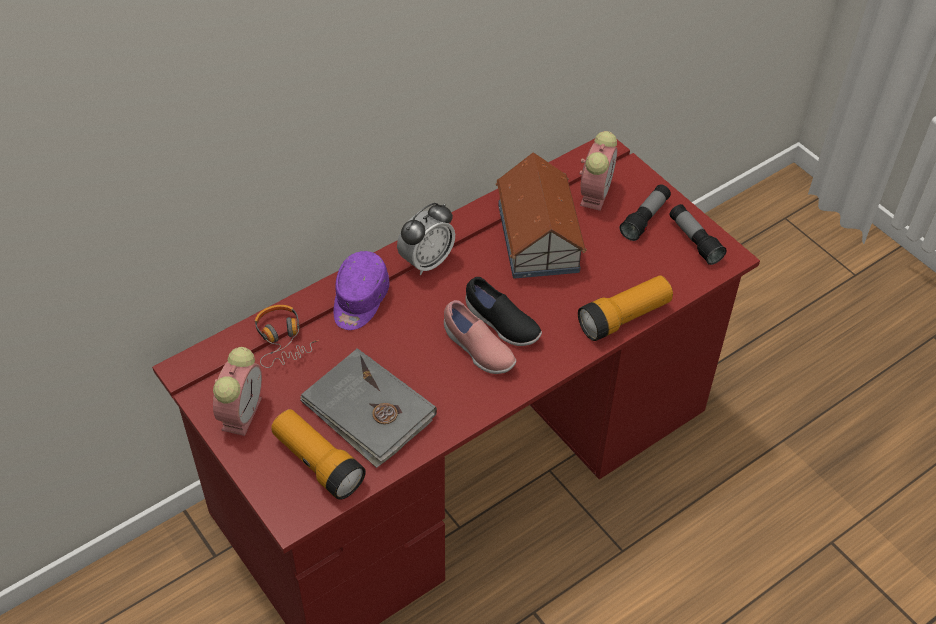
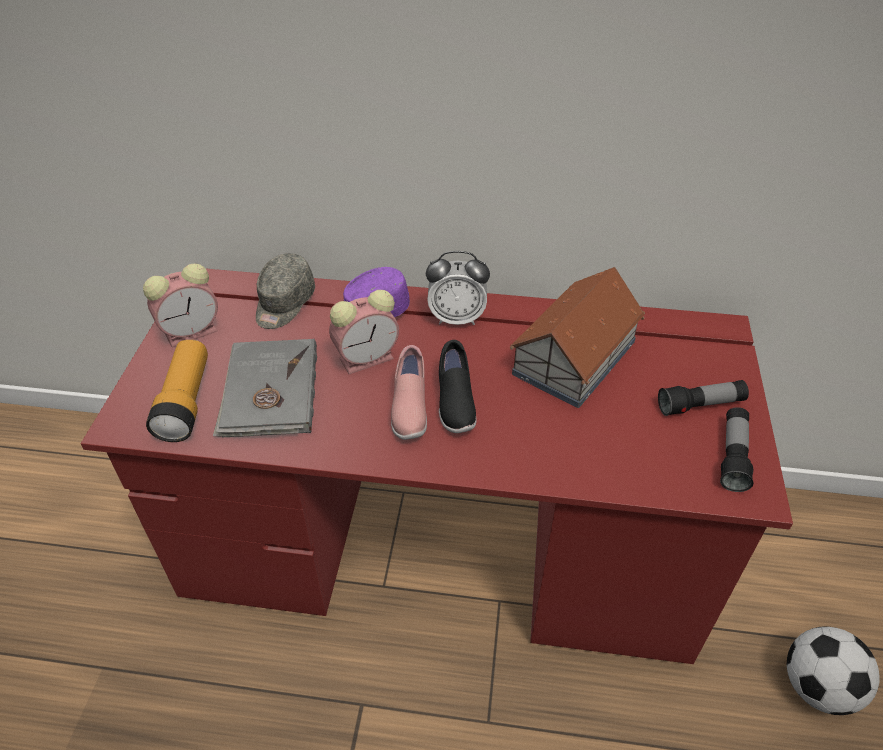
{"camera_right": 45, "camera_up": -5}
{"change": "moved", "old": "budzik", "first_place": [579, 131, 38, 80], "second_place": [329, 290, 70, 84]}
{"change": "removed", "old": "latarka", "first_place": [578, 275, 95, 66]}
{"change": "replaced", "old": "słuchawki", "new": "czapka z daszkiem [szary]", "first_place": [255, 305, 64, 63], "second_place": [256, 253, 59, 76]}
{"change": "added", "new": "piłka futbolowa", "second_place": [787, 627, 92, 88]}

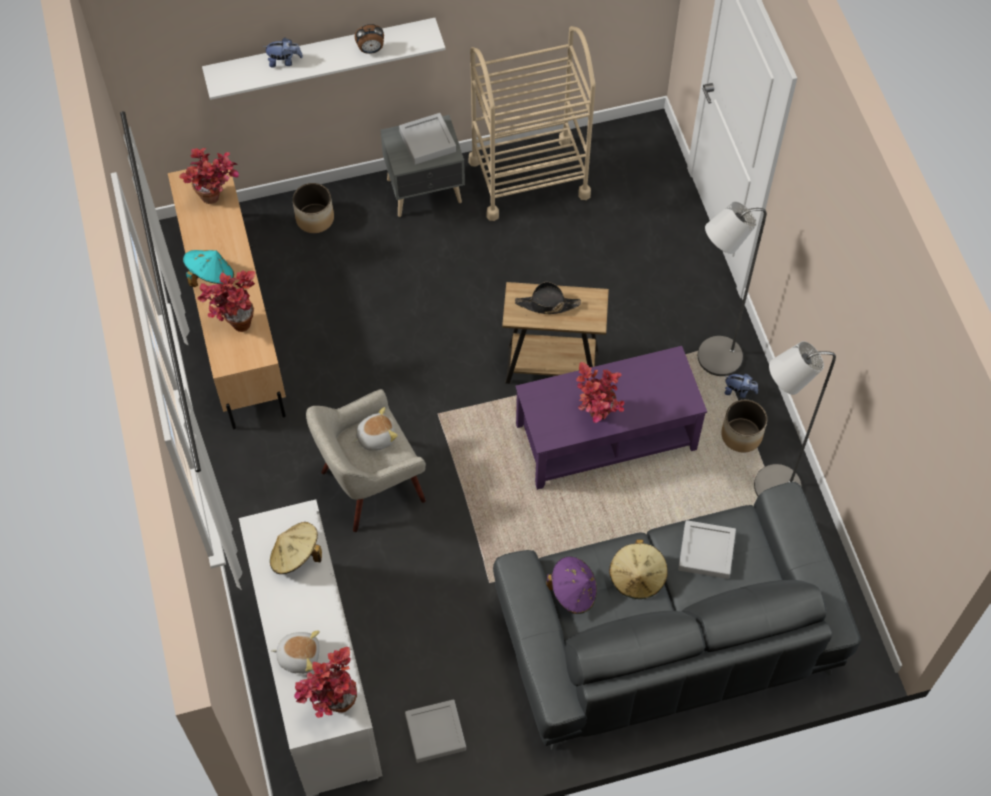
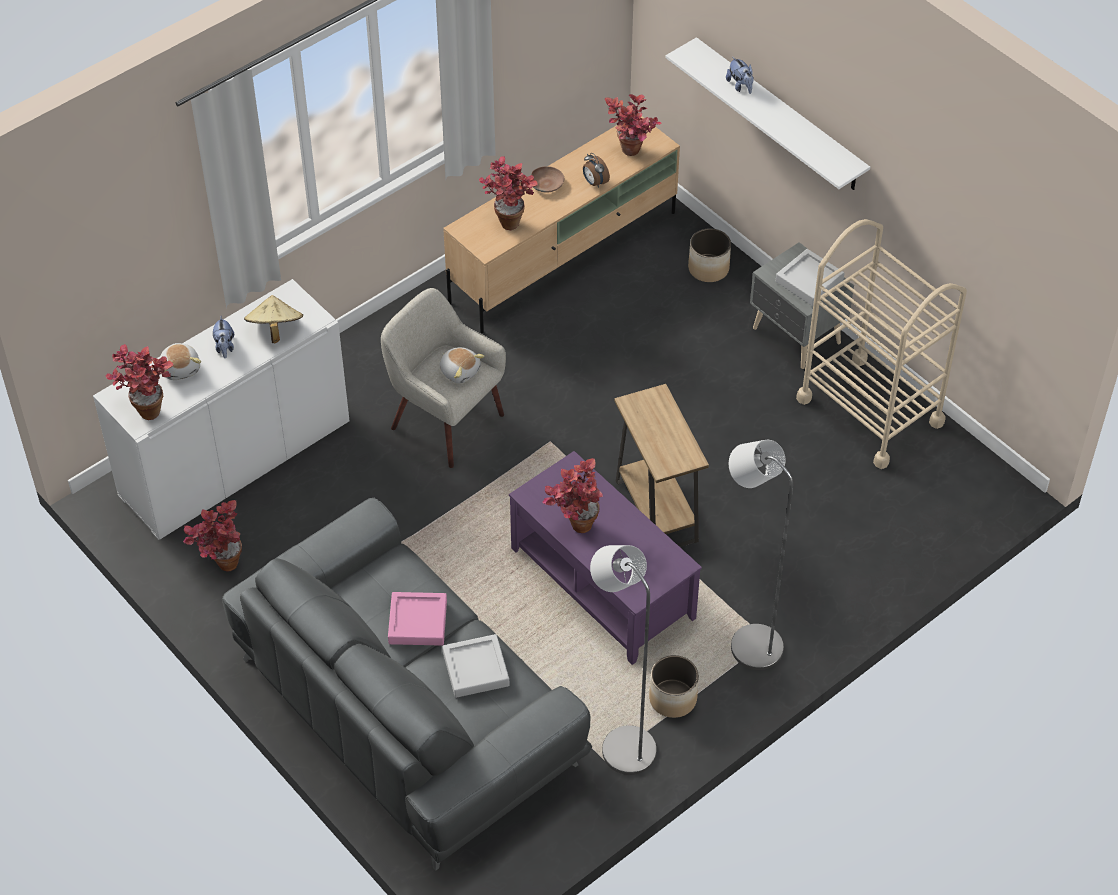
{"camera_right": 65, "camera_up": -10}
{"change": "moved", "old": "budzik", "first_place": [355, 24, 29, 30], "second_place": [583, 153, 27, 35]}
{"change": "replaced", "old": "kapelusz [turkusowy]", "new": "miska [brązowy]", "first_place": [183, 250, 51, 37], "second_place": [532, 166, 32, 27]}
{"change": "removed", "old": "kapelusz [czarny]", "first_place": [515, 282, 66, 32]}
{"change": "moved", "old": "pluszak", "first_place": [725, 374, 33, 24], "second_place": [213, 316, 21, 42]}
{"change": "replaced", "old": "kapelusz [beżowy]", "new": "taca [różowy]", "first_place": [609, 539, 59, 60], "second_place": [388, 592, 59, 54]}
{"change": "removed", "old": "kapelusz [fioletowy]", "first_place": [546, 557, 51, 57]}
{"change": "replaced", "old": "taca [szary]", "new": "roślina doniczkowa", "first_place": [405, 699, 61, 64], "second_place": [183, 500, 59, 71]}

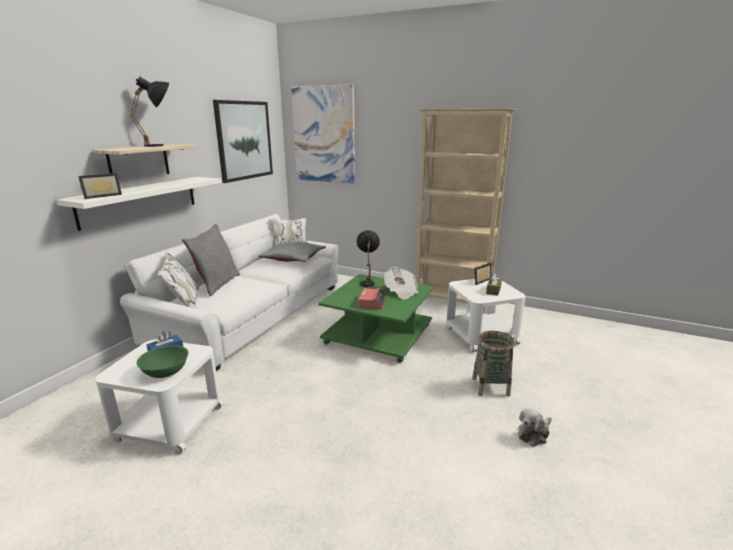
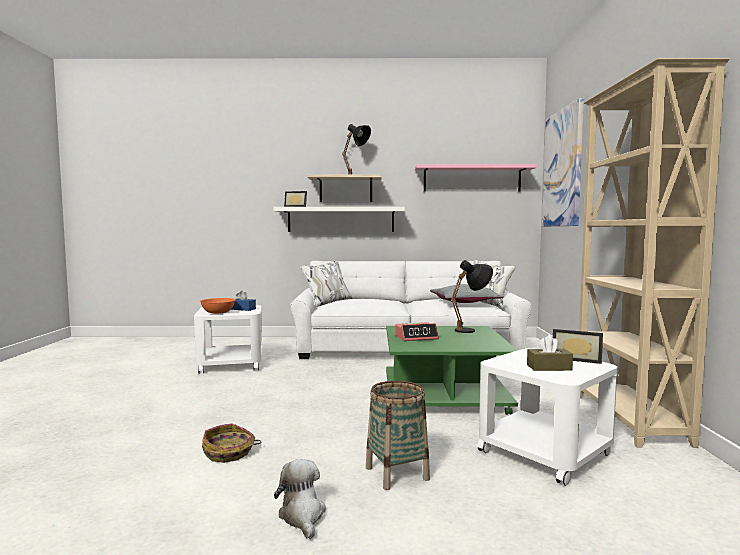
{"camera_right": 65, "camera_up": -15}
{"change": "replaced", "old": "obraz", "new": "półka [różowy]", "first_place": [213, 100, 60, 83], "second_place": [415, 164, 122, 28]}
{"change": "removed", "old": "poduszka [szary]", "first_place": [182, 224, 58, 72]}
{"change": "removed", "old": "gazeta", "first_place": [384, 267, 35, 33]}
{"change": "recoloured", "old": "miska [zielony]", "new": "miska [pomarańczowy]", "first_place": [137, 345, 51, 33], "second_place": [200, 298, 36, 16]}
{"change": "turned", "old": "pluszak", "first_place": [518, 409, 34, 38], "second_place": [274, 459, 52, 80], "degrees": 45}
{"change": "added", "new": "koszyk", "second_place": [202, 423, 59, 40]}

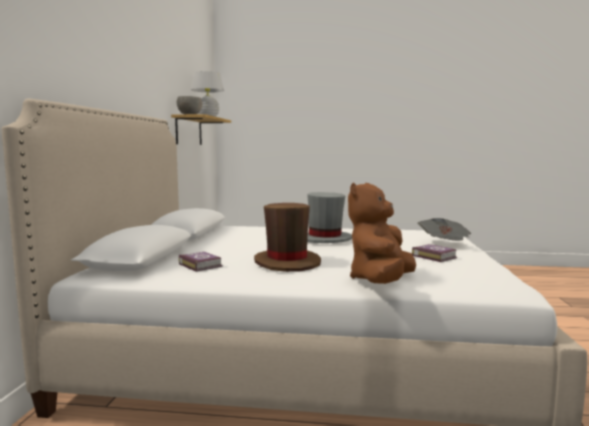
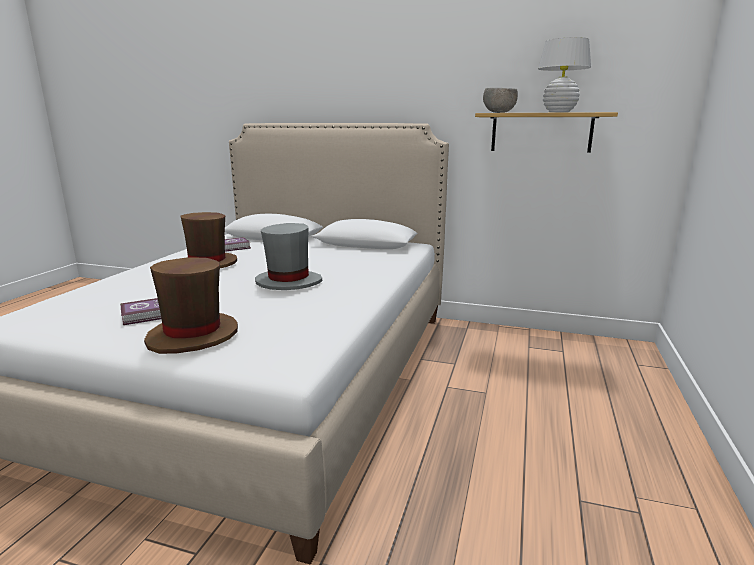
{"camera_right": 100, "camera_up": 10}
{"change": "removed", "old": "pluszak [brązowy]", "first_place": [348, 183, 68, 101]}
{"change": "replaced", "old": "gazeta", "new": "kapelusz [brązowy]", "first_place": [417, 218, 54, 23], "second_place": [144, 257, 94, 97]}

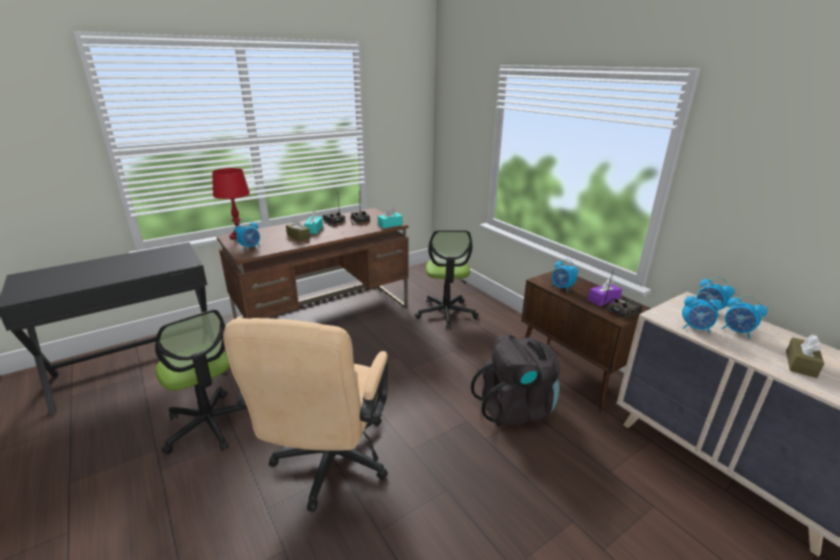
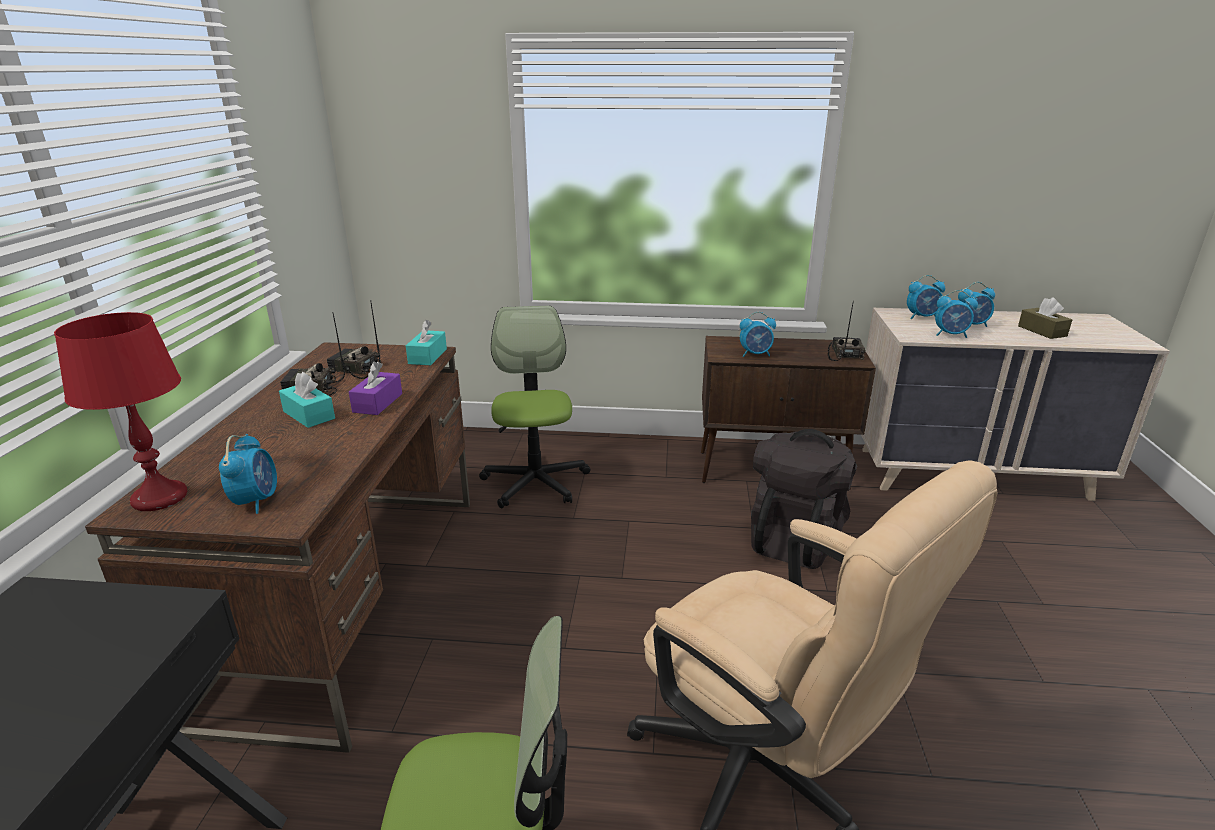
{"camera_right": -50, "camera_up": 0}
{"change": "removed", "old": "pudełko chusteczek [brązowy]", "first_place": [286, 217, 24, 24]}
{"change": "turned", "old": "krzesło biurowe", "first_place": [415, 230, 64, 99], "second_place": [479, 305, 111, 203], "degrees": -135}
{"change": "moved", "old": "pudełko chusteczek [fioletowy]", "first_place": [588, 278, 34, 28], "second_place": [349, 362, 53, 53]}
{"change": "turned", "old": "budzik", "first_place": [682, 292, 40, 41], "second_place": [935, 290, 43, 48], "degrees": 45}

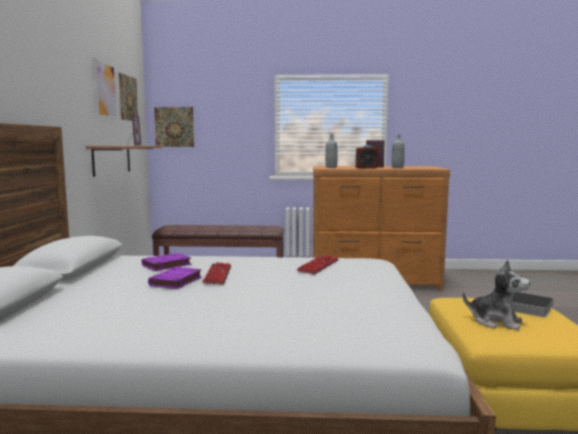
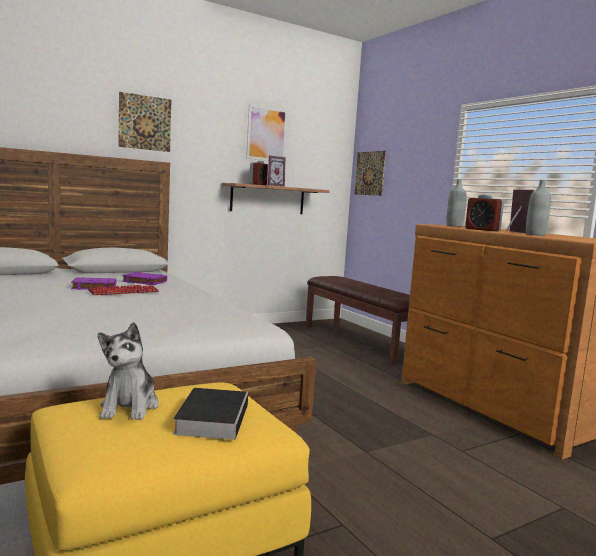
{"camera_right": 55, "camera_up": 0}
{"change": "moved", "old": "obraz", "first_place": [119, 73, 19, 48], "second_place": [118, 92, 53, 60]}
{"change": "removed", "old": "klawiatura", "first_place": [297, 255, 42, 20]}
{"change": "added", "new": "budzik", "second_place": [249, 161, 19, 24]}

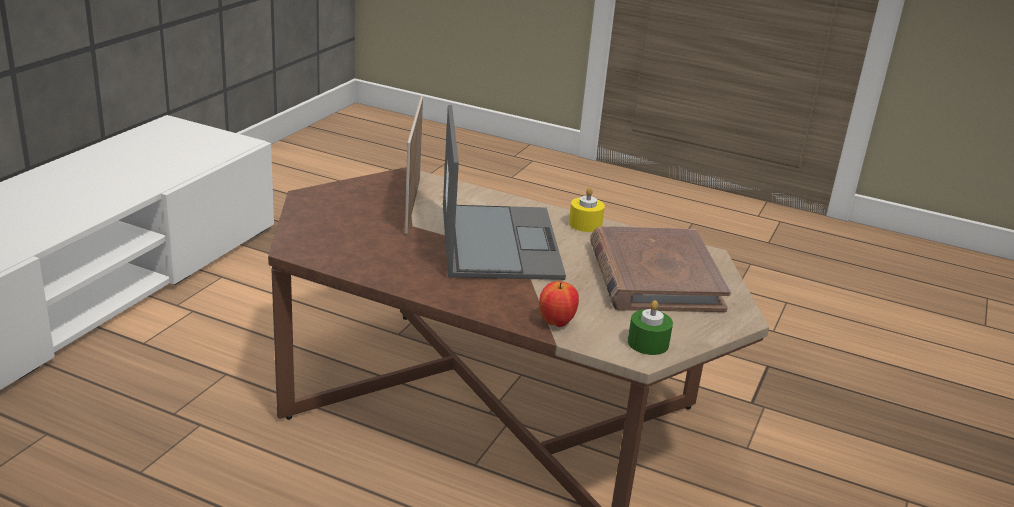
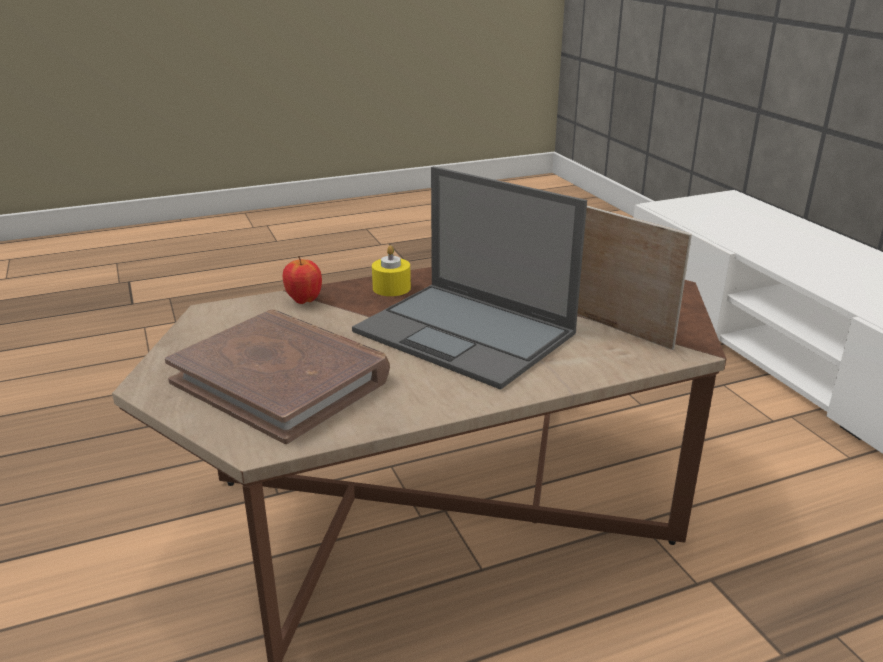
{"camera_right": 135, "camera_up": 0}
{"change": "moved", "old": "świeca [żółty]", "first_place": [569, 187, 36, 45], "second_place": [372, 245, 39, 51]}
{"change": "removed", "old": "świeca [zielony]", "first_place": [628, 300, 45, 55]}

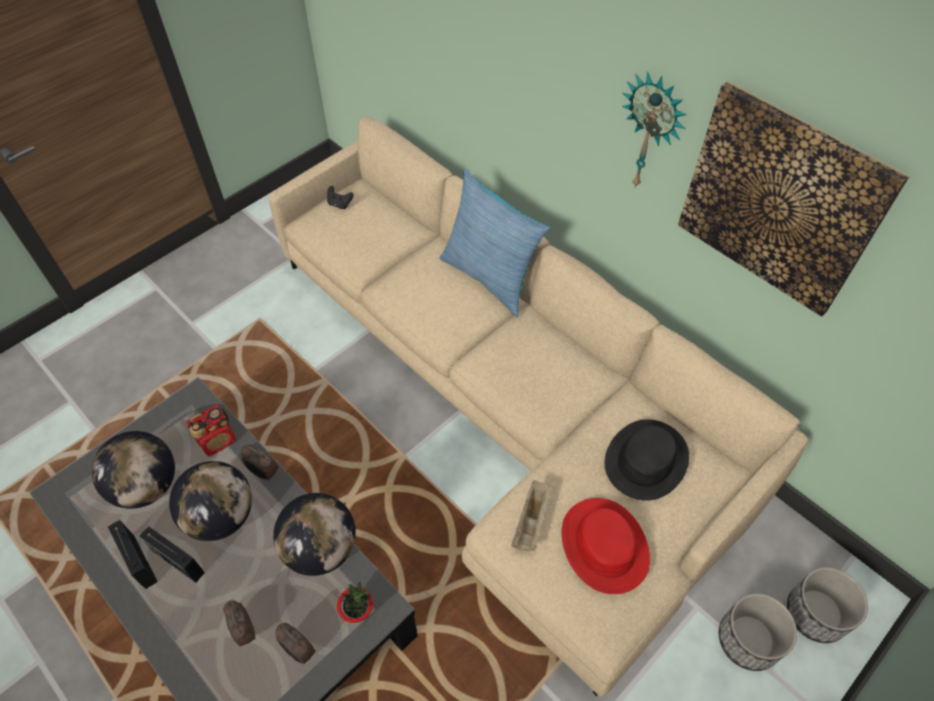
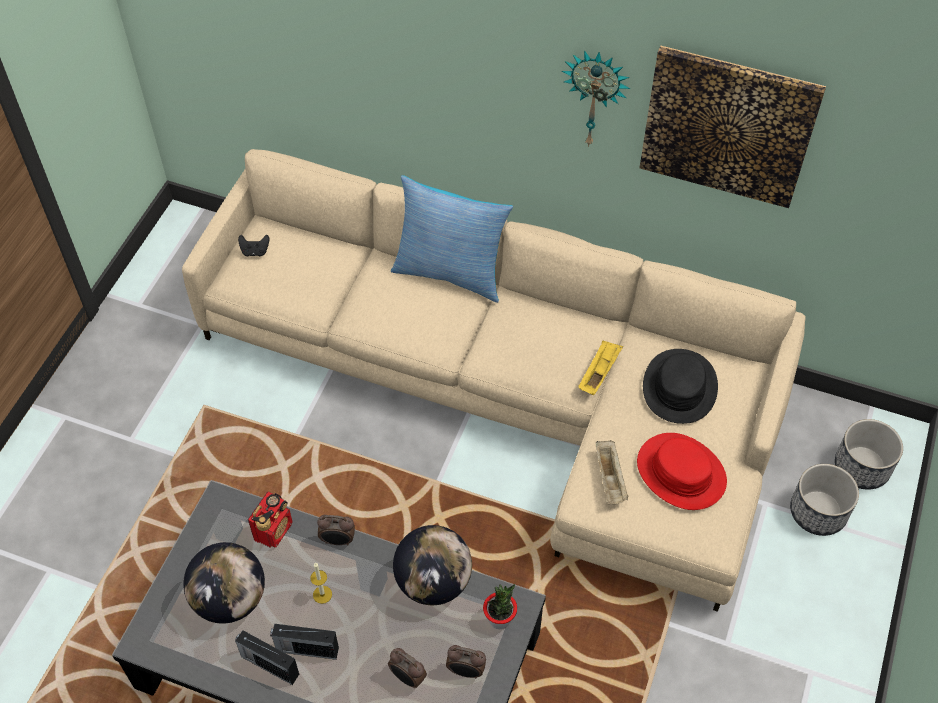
{"camera_right": -25, "camera_up": 0}
{"change": "replaced", "old": "globus", "new": "świeca", "first_place": [169, 461, 83, 80], "second_place": [310, 562, 22, 42]}
{"change": "added", "new": "taca [żółty]", "second_place": [578, 341, 45, 54]}

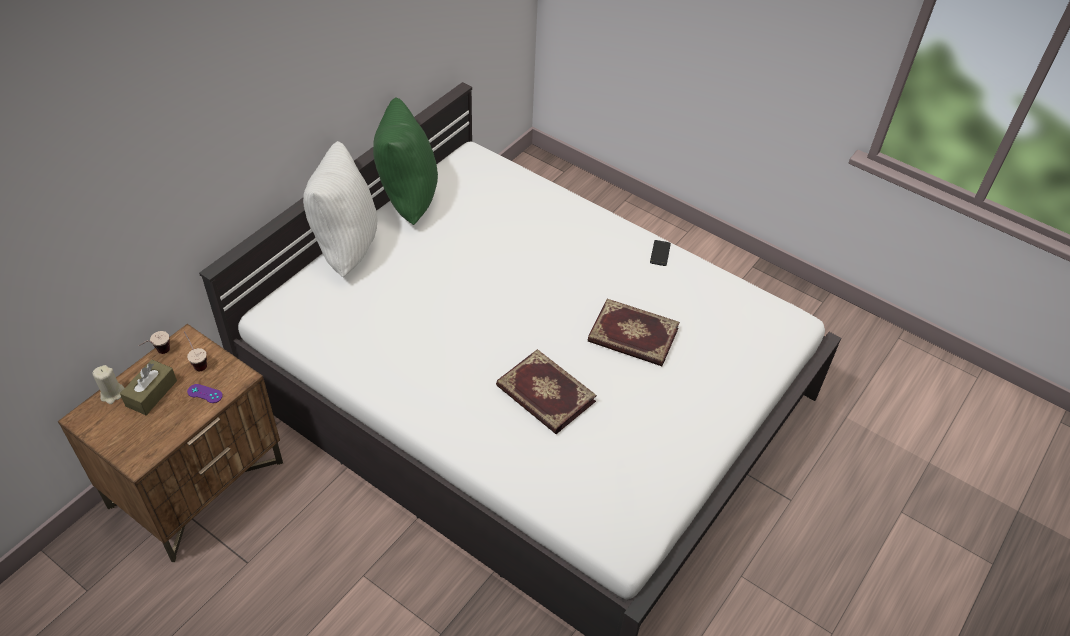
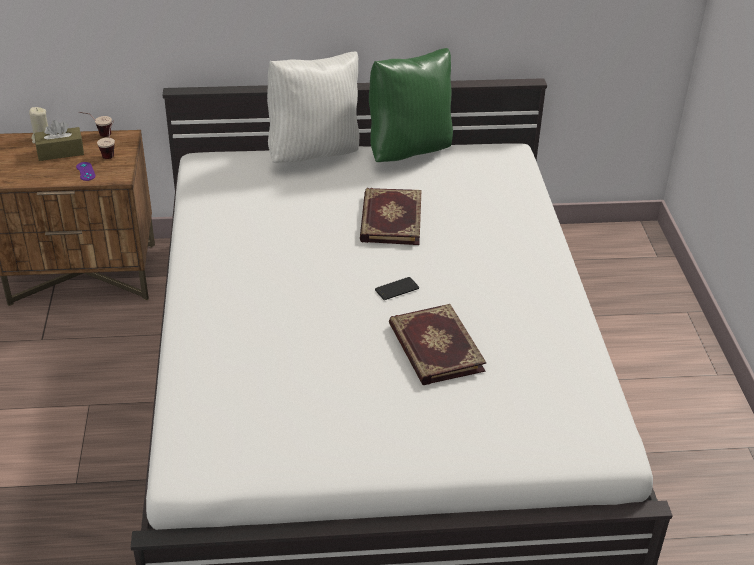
{"camera_right": 50, "camera_up": -10}
{"change": "moved", "old": "telefon", "first_place": [650, 240, 21, 26], "second_place": [375, 277, 44, 23]}
{"change": "moved", "old": "książka", "first_place": [496, 349, 101, 85], "second_place": [360, 188, 61, 57]}

